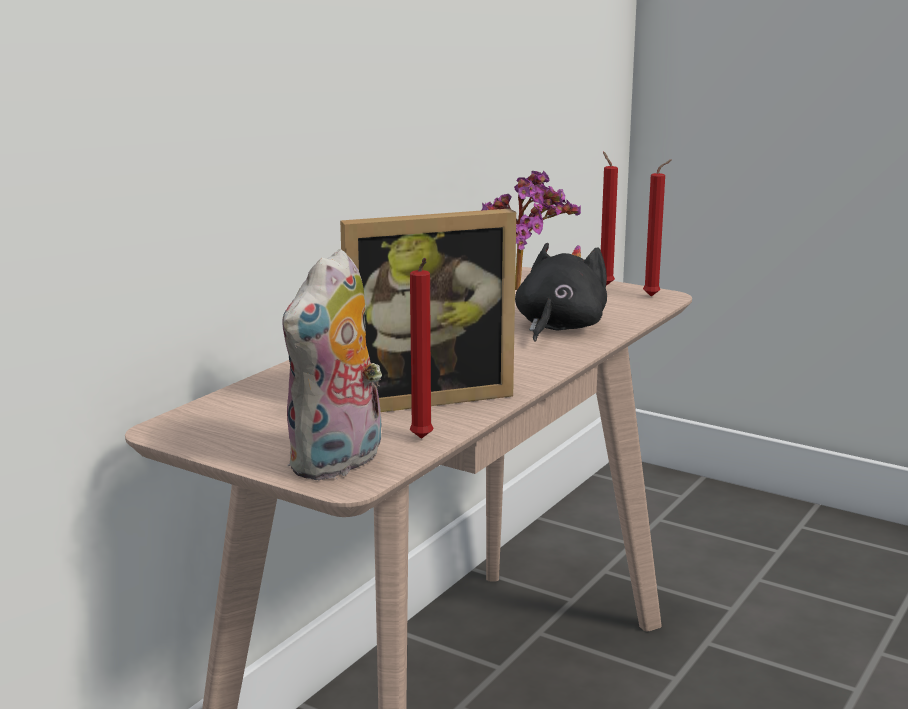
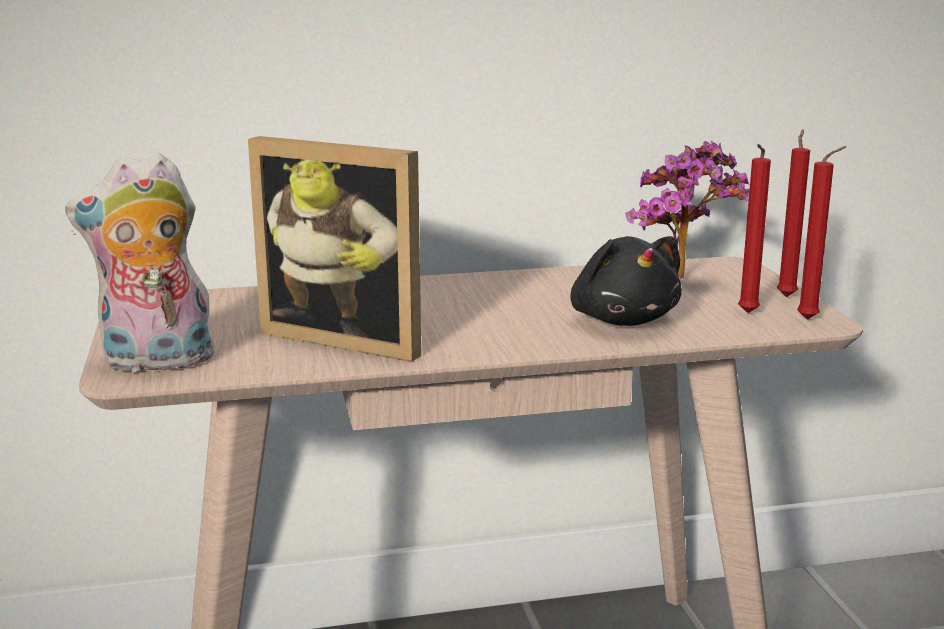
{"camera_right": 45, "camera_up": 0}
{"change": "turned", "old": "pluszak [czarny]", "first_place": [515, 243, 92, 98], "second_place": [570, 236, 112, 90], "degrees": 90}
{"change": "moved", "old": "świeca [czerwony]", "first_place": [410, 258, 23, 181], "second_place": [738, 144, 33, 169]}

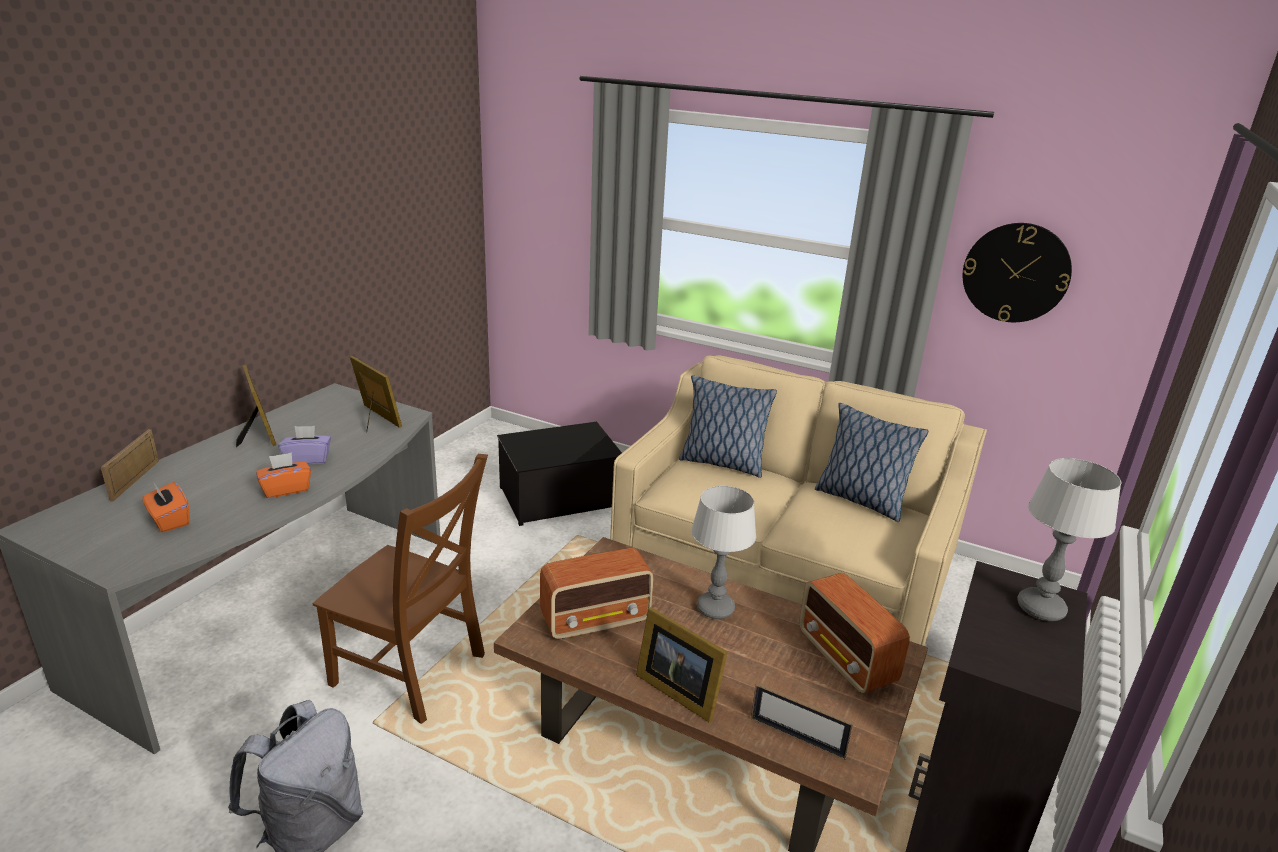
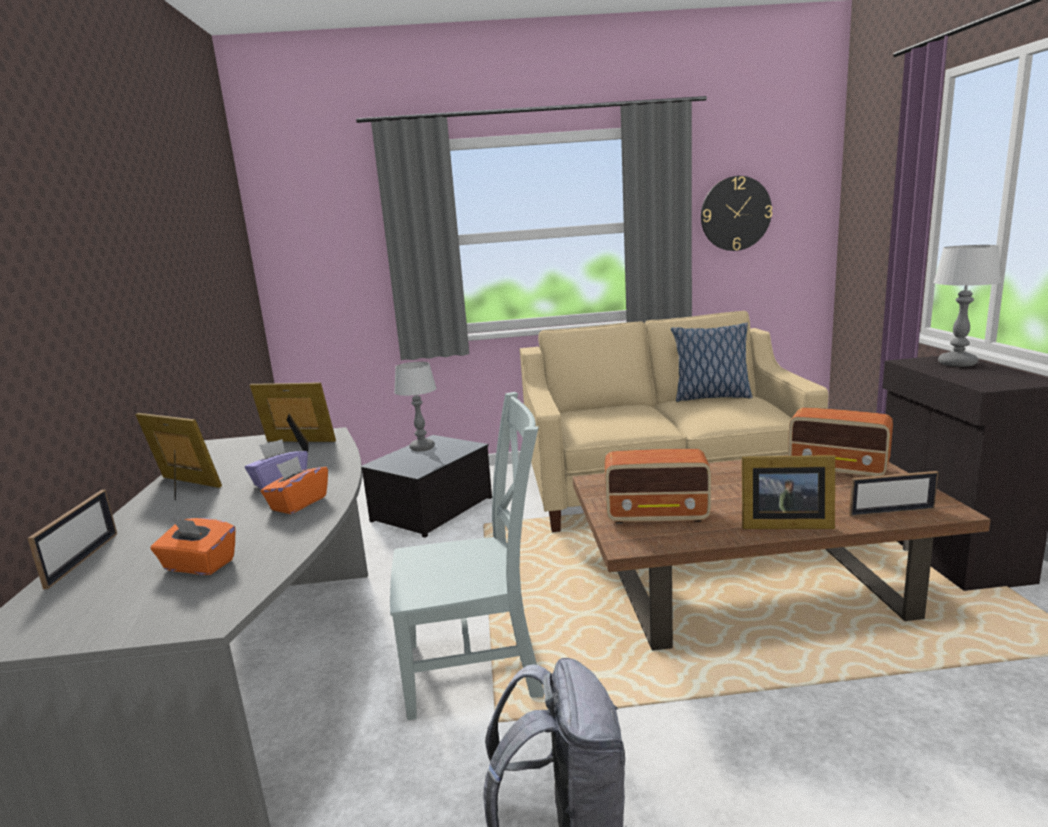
{"camera_right": -30, "camera_up": -10}
{"change": "removed", "old": "poduszka", "first_place": [679, 375, 98, 103]}
{"change": "turned", "old": "ramka na zdjęcie", "first_place": [101, 429, 58, 73], "second_place": [28, 489, 89, 100], "degrees": -150}
{"change": "recoloured", "old": "krzesło [brązowy]", "new": "krzesło [szary]", "first_place": [313, 454, 175, 270], "second_place": [390, 392, 154, 328]}
{"change": "moved", "old": "lampa stołowa", "first_place": [691, 486, 65, 133], "second_place": [394, 362, 43, 90]}
{"change": "turned", "old": "radio", "first_place": [540, 548, 113, 91], "second_place": [605, 449, 106, 74], "degrees": 60}

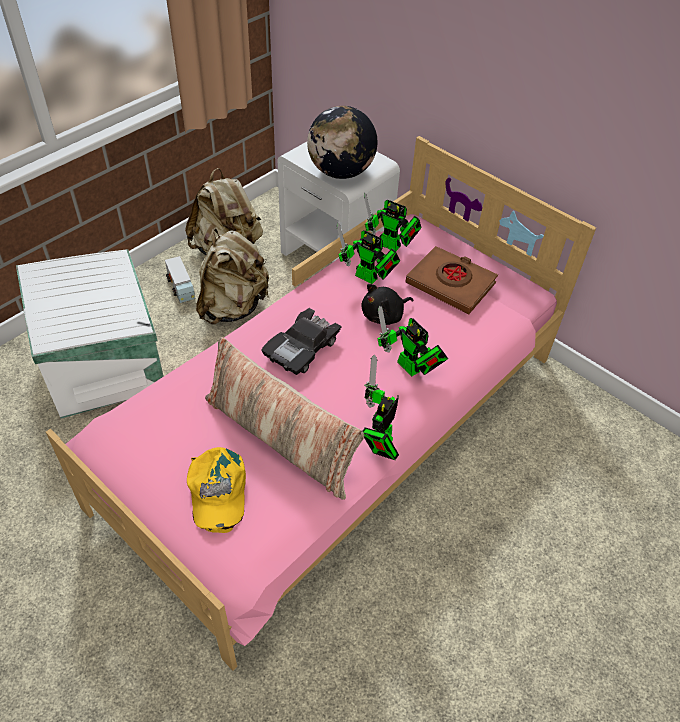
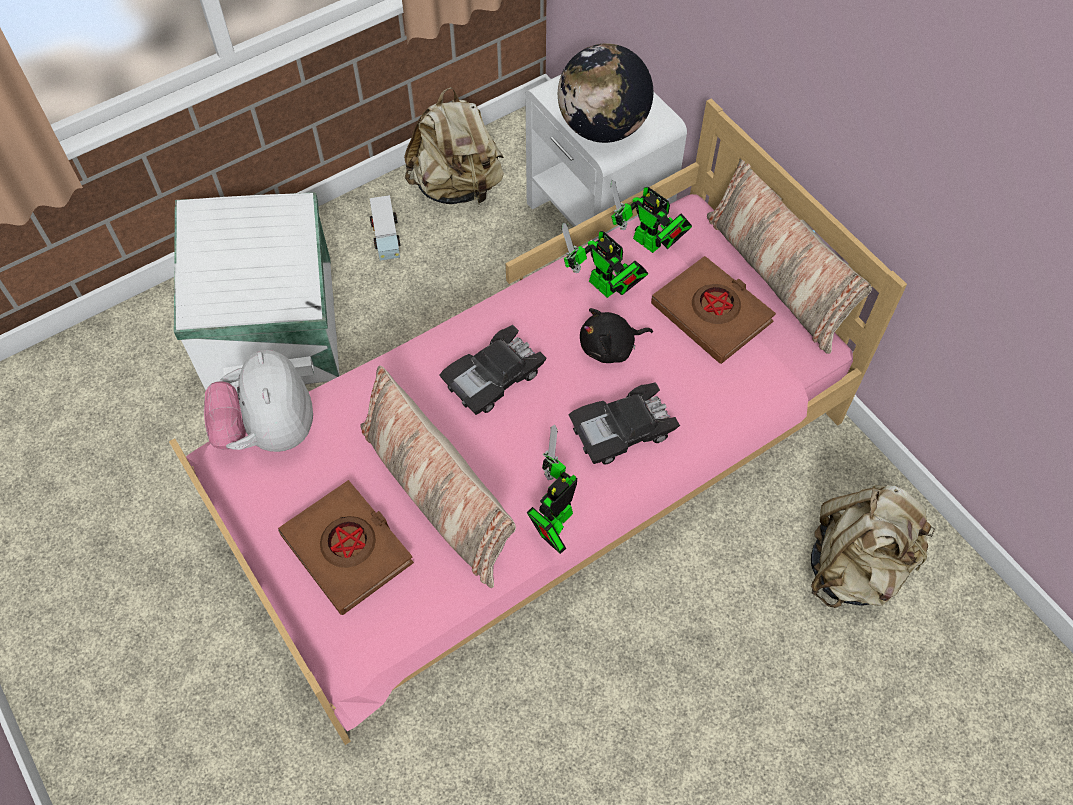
{"camera_right": 15, "camera_up": 10}
{"change": "moved", "old": "plecak [beżowy]", "first_place": [196, 228, 73, 97], "second_place": [811, 485, 124, 123]}
{"change": "replaced", "old": "robot zabawkowy", "new": "samochodzik [czarny]", "first_place": [378, 306, 70, 71], "second_place": [568, 382, 112, 83]}
{"change": "replaced", "old": "czapka z daszkiem [żółty]", "new": "książka [brązowy]", "first_place": [187, 447, 59, 86], "second_place": [278, 480, 136, 135]}
{"change": "added", "new": "poduszka", "second_place": [707, 159, 165, 195]}
{"change": "added", "new": "pluszak", "second_place": [204, 350, 109, 102]}

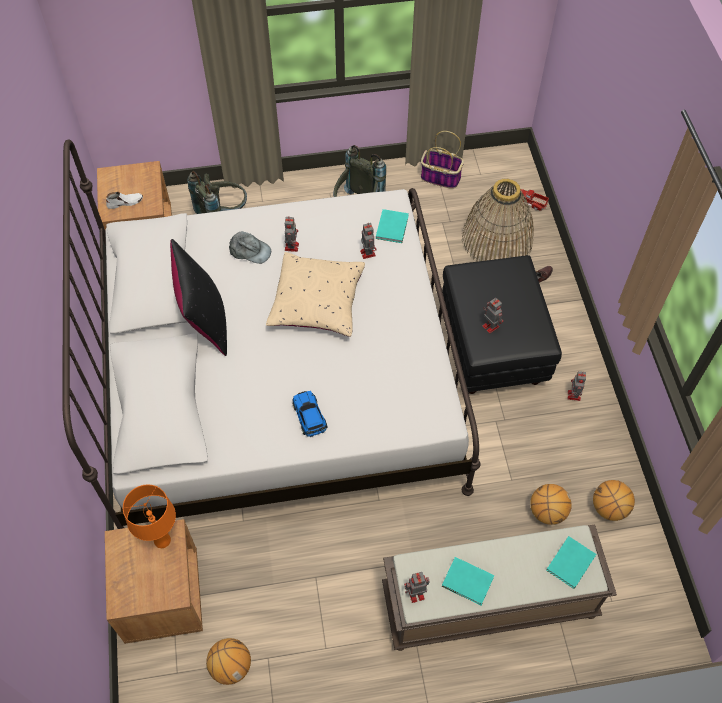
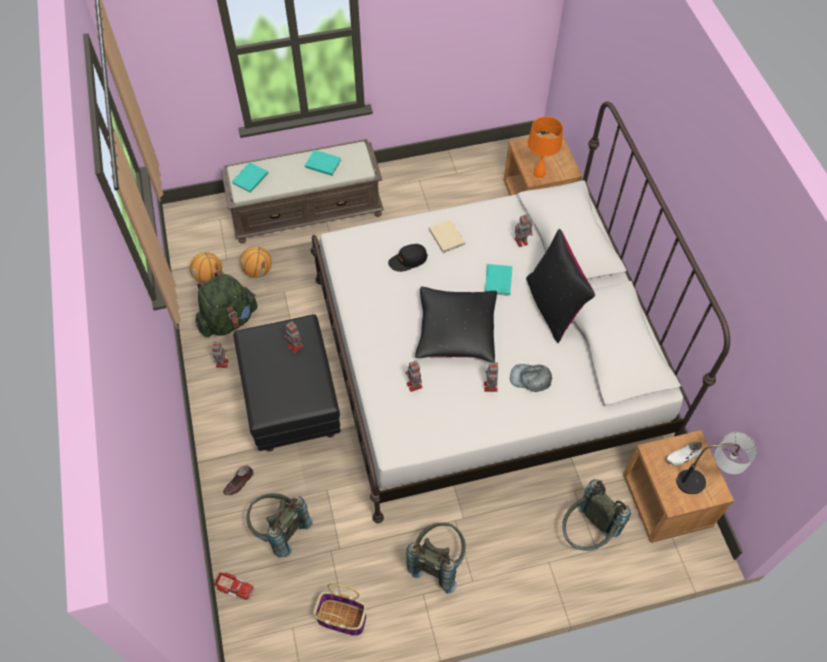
{"camera_right": 175, "camera_up": 0}
{"change": "replaced", "old": "koszyk", "new": "plecak [szary]", "first_place": [462, 179, 72, 83], "second_place": [246, 493, 67, 64]}
{"change": "moved", "old": "książka [turkusowy]", "first_place": [376, 209, 33, 34], "second_place": [485, 264, 27, 32]}
{"change": "recoloured", "old": "poduszka [beżowy]", "new": "poduszka [czarny]", "first_place": [266, 252, 99, 85], "second_place": [415, 286, 82, 77]}
{"change": "replaced", "old": "samochodzik", "new": "książka [beżowy]", "first_place": [292, 391, 35, 46], "second_place": [429, 219, 36, 34]}
{"change": "moved", "old": "robot zabawkowy", "first_place": [404, 572, 25, 31], "second_place": [515, 214, 18, 33]}
{"change": "removed", "old": "piłka do koszykówki", "first_place": [206, 638, 45, 47]}
{"change": "added", "new": "czapka z daszkiem [czarny]", "second_place": [388, 244, 40, 28]}
{"change": "added", "new": "plecak [zielony]", "second_place": [196, 270, 62, 67]}
{"change": "added", "new": "lampa stołowa", "second_place": [676, 432, 81, 62]}

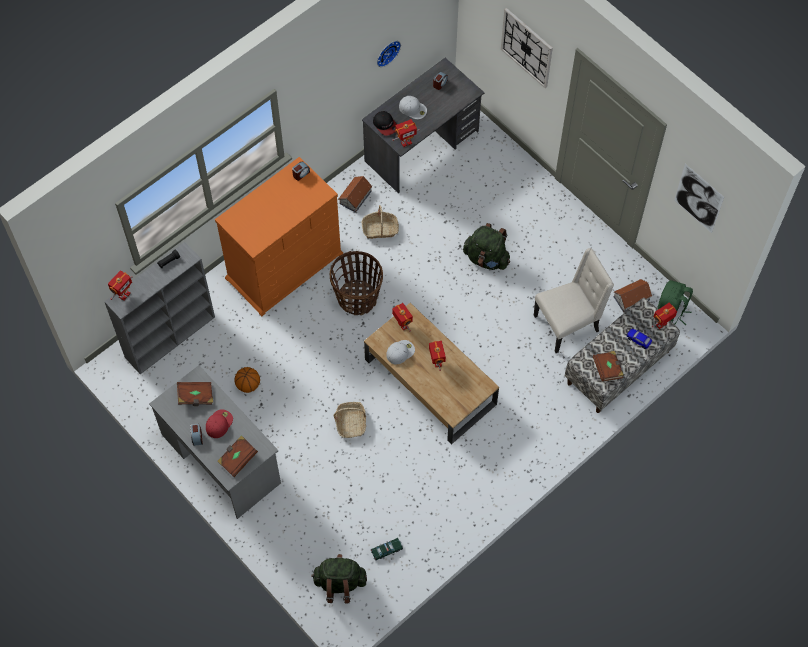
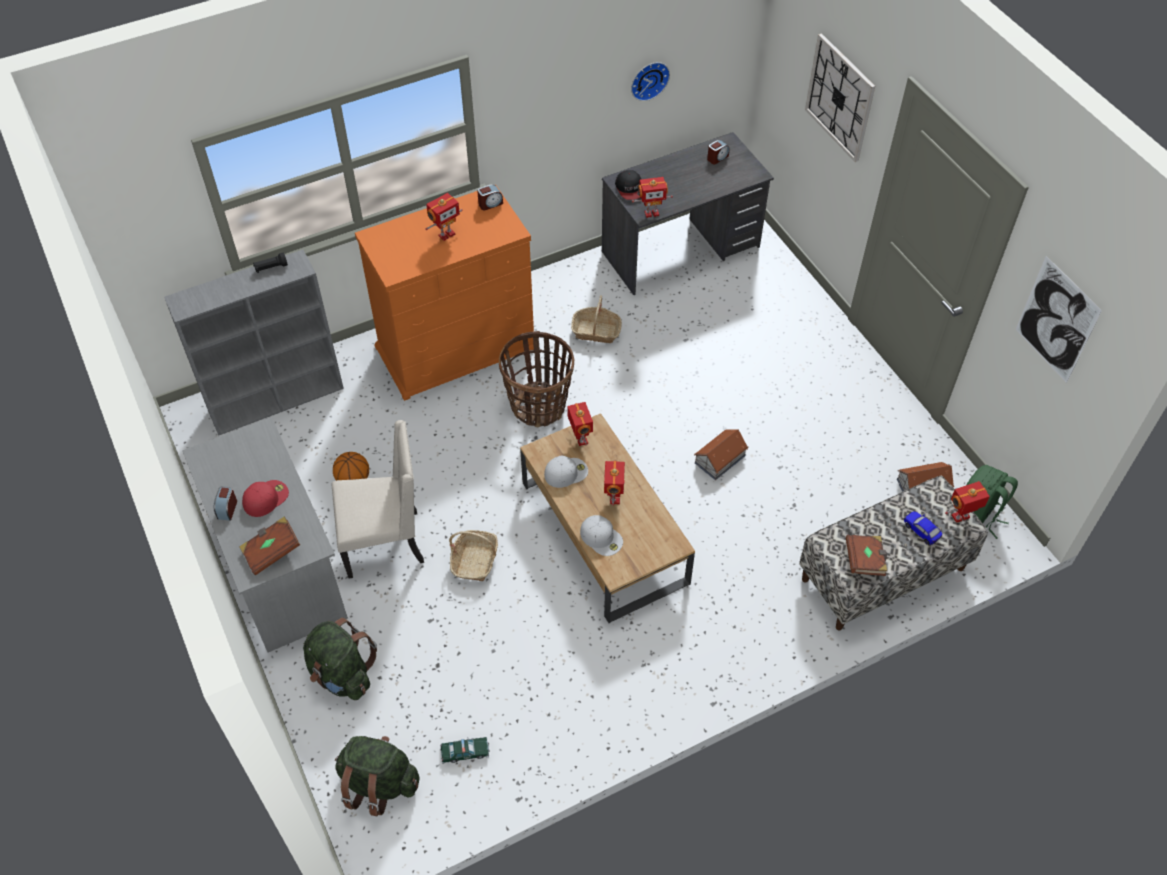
{"camera_right": 15, "camera_up": -10}
{"change": "moved", "old": "czapka z daszkiem [biały]", "first_place": [399, 96, 28, 23], "second_place": [580, 515, 43, 41]}
{"change": "moved", "old": "domek", "first_place": [338, 176, 34, 37], "second_place": [694, 429, 54, 51]}
{"change": "moved", "old": "plecak [zielony]", "first_place": [463, 223, 47, 47], "second_place": [303, 618, 74, 82]}
{"change": "moved", "old": "krzesło [beżowy]", "first_place": [534, 248, 80, 105], "second_place": [332, 420, 92, 159]}
{"change": "moved", "old": "robot zabawkowy", "first_place": [108, 270, 25, 31], "second_place": [425, 193, 38, 48]}
{"change": "removed", "old": "książka [brązowy]", "first_place": [177, 382, 36, 24]}

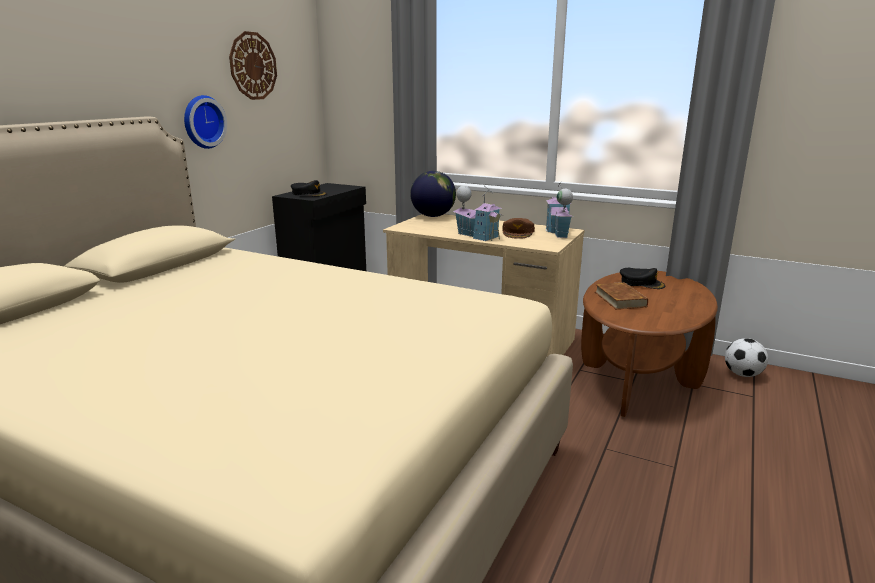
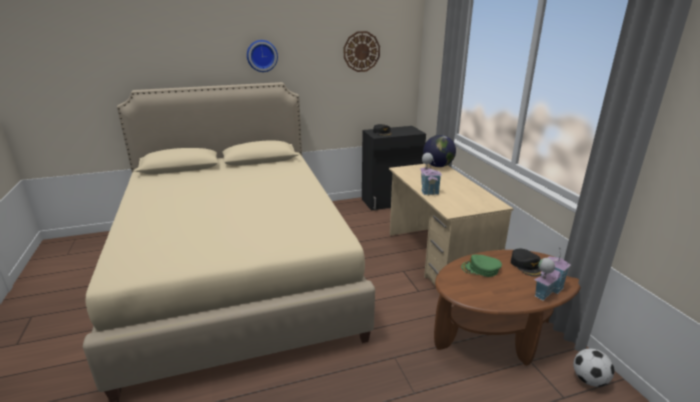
{"camera_right": 45, "camera_up": 5}
{"change": "moved", "old": "zegar ścienny", "first_place": [184, 95, 43, 54], "second_place": [247, 40, 31, 32]}
{"change": "moved", "old": "domek", "first_place": [546, 182, 27, 56], "second_place": [534, 248, 36, 53]}
{"change": "removed", "old": "czapka z daszkiem [brązowy]", "first_place": [502, 218, 33, 21]}
{"change": "replaced", "old": "książka [brązowy]", "new": "czapka z daszkiem [zielony]", "first_place": [595, 282, 53, 27], "second_place": [461, 254, 41, 23]}

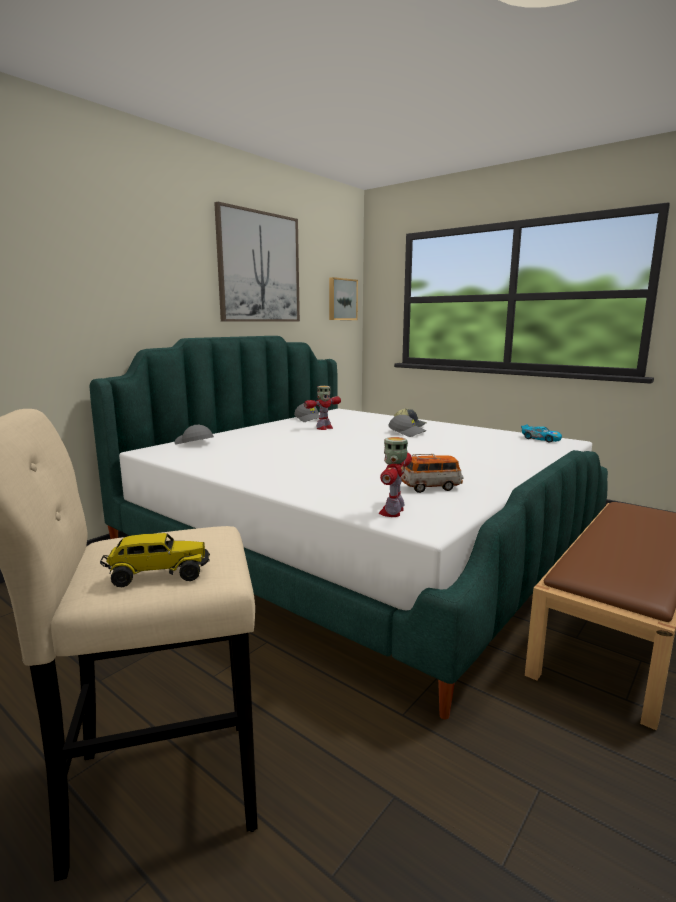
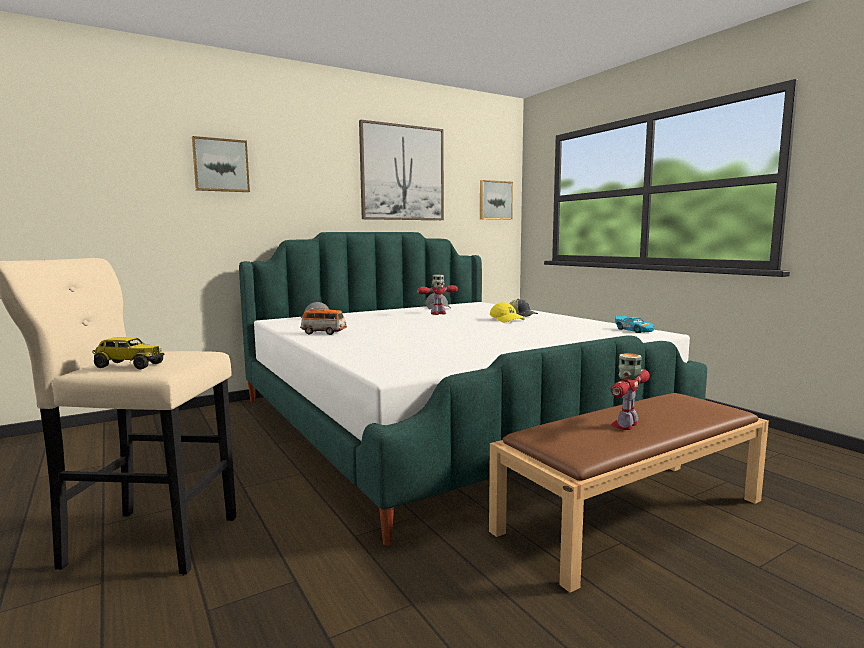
{"camera_right": 20, "camera_up": -5}
{"change": "recoloured", "old": "czapka z daszkiem [szary]", "new": "czapka z daszkiem [żółty]", "first_place": [388, 415, 39, 22], "second_place": [490, 302, 35, 21]}
{"change": "moved", "old": "robot zabawkowy", "first_place": [379, 437, 33, 80], "second_place": [611, 353, 39, 77]}
{"change": "moved", "old": "samochodzik", "first_place": [401, 454, 62, 39], "second_place": [300, 308, 47, 27]}
{"change": "added", "new": "obraz", "second_place": [192, 136, 58, 56]}

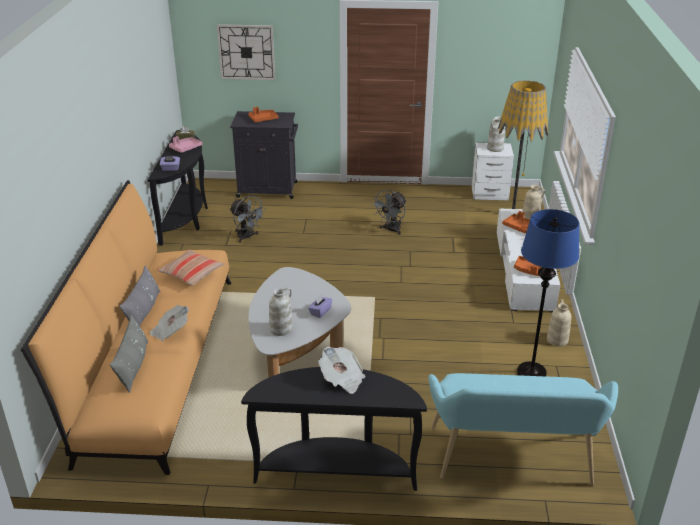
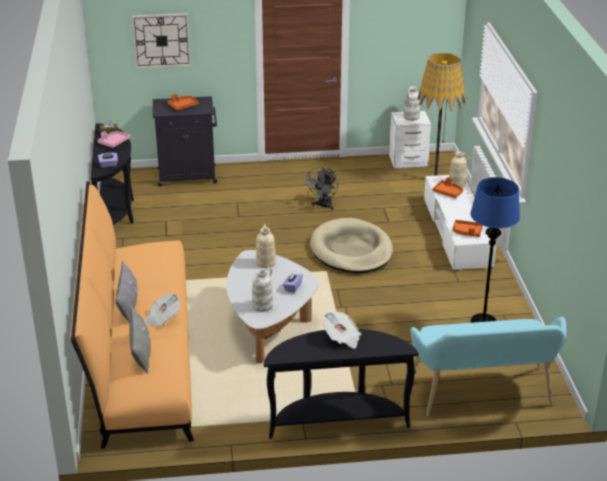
{"camera_right": -10, "camera_up": 0}
{"change": "removed", "old": "wentylator [szary]", "first_place": [230, 196, 35, 47]}
{"change": "removed", "old": "poduszka", "first_place": [157, 250, 68, 36]}
{"change": "moved", "old": "wazon [beżowy]", "first_place": [547, 299, 24, 48], "second_place": [256, 224, 20, 44]}
{"change": "added", "new": "legowisko [beżowy]", "second_place": [310, 218, 83, 55]}

